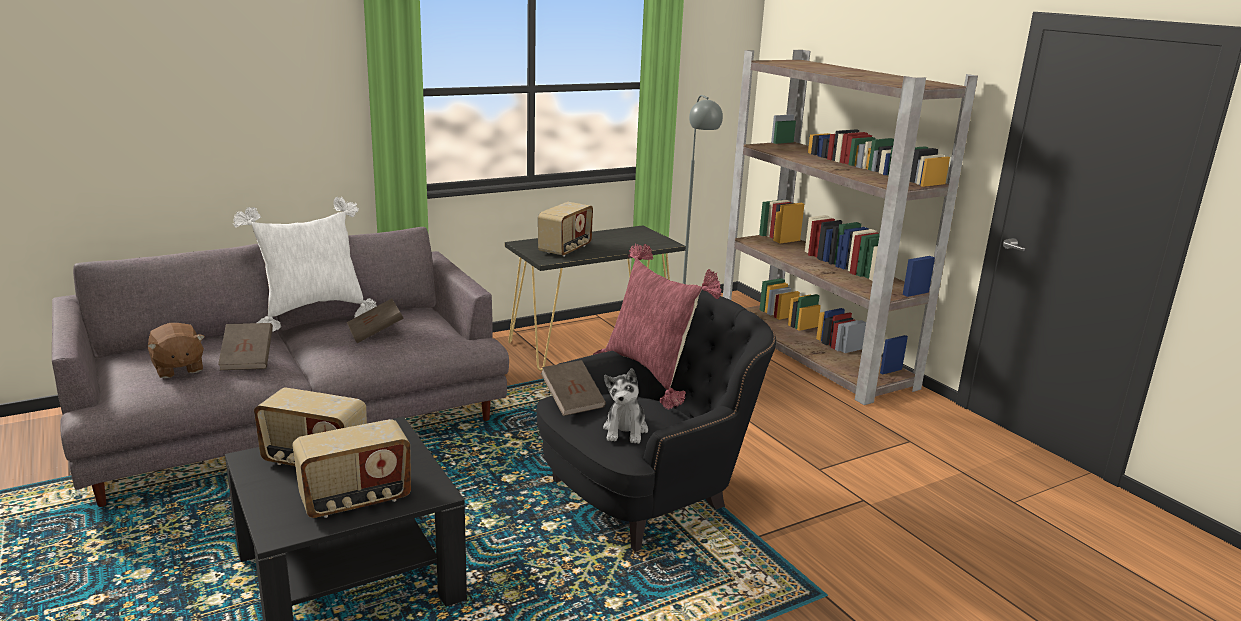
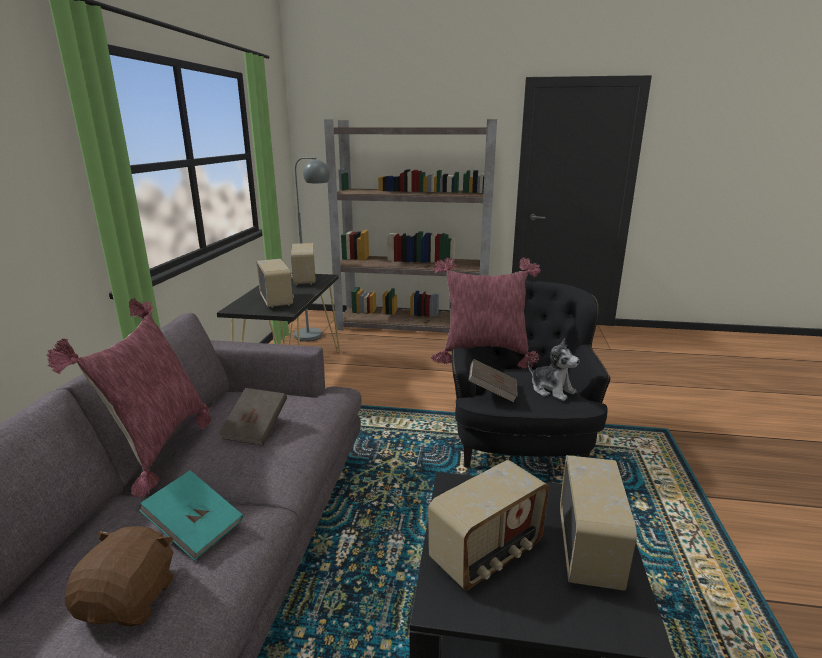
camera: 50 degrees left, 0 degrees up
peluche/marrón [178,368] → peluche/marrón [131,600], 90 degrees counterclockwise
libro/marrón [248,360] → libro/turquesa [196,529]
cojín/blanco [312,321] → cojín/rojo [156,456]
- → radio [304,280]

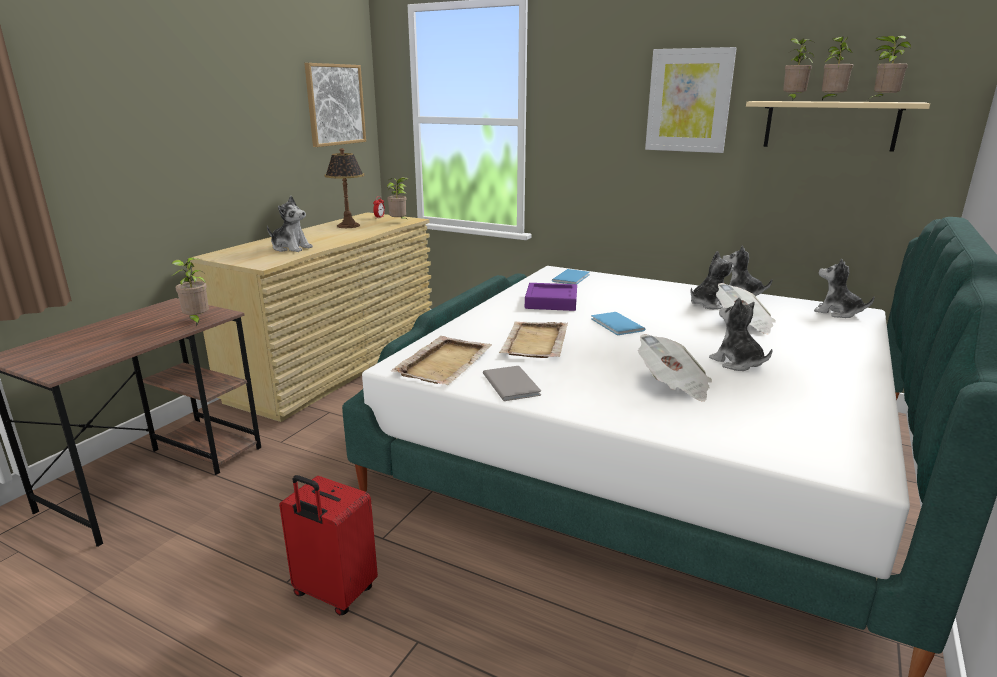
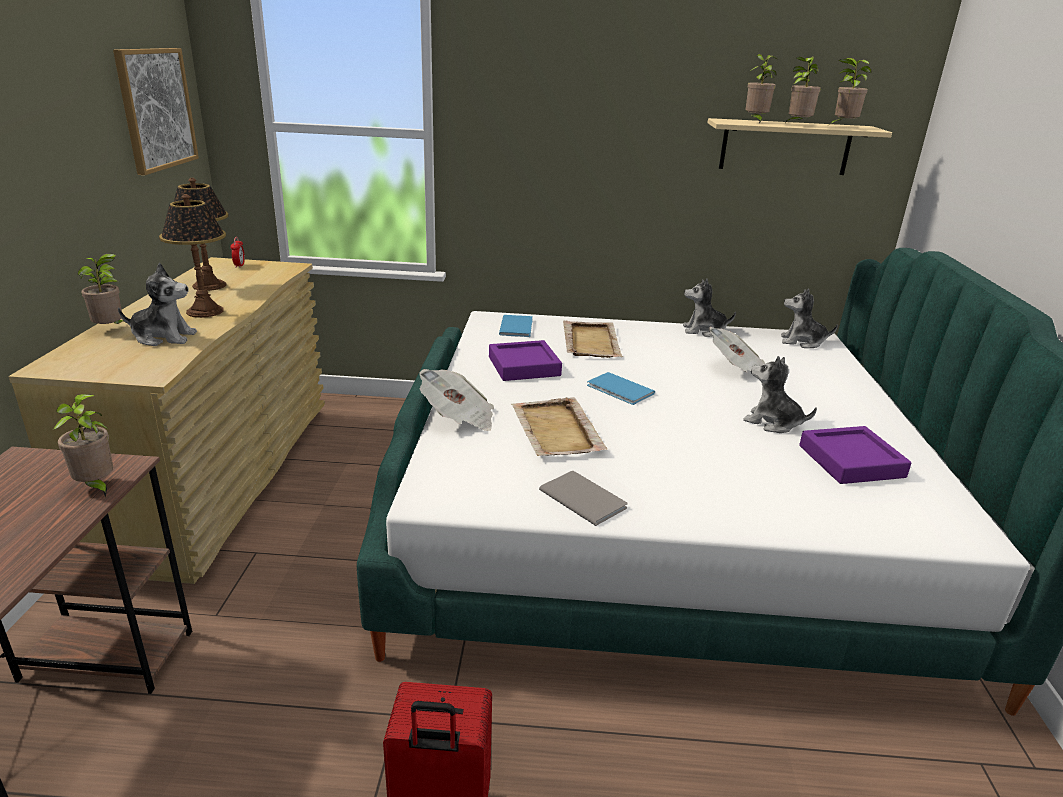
camera: 25 degrees left, 5 degrees up
planta en maceta [399,222] → planta en maceta [111,329], moved
bandeja/beis [444,362] → bandeja/beis [591,341], moved
periódico [673,386] → periódico [459,418], moved
cuadro [689,101] → -
peluche [708,304] → -
- → lámpara de mesa [205,311]
- → bandeja/morado [851,461]

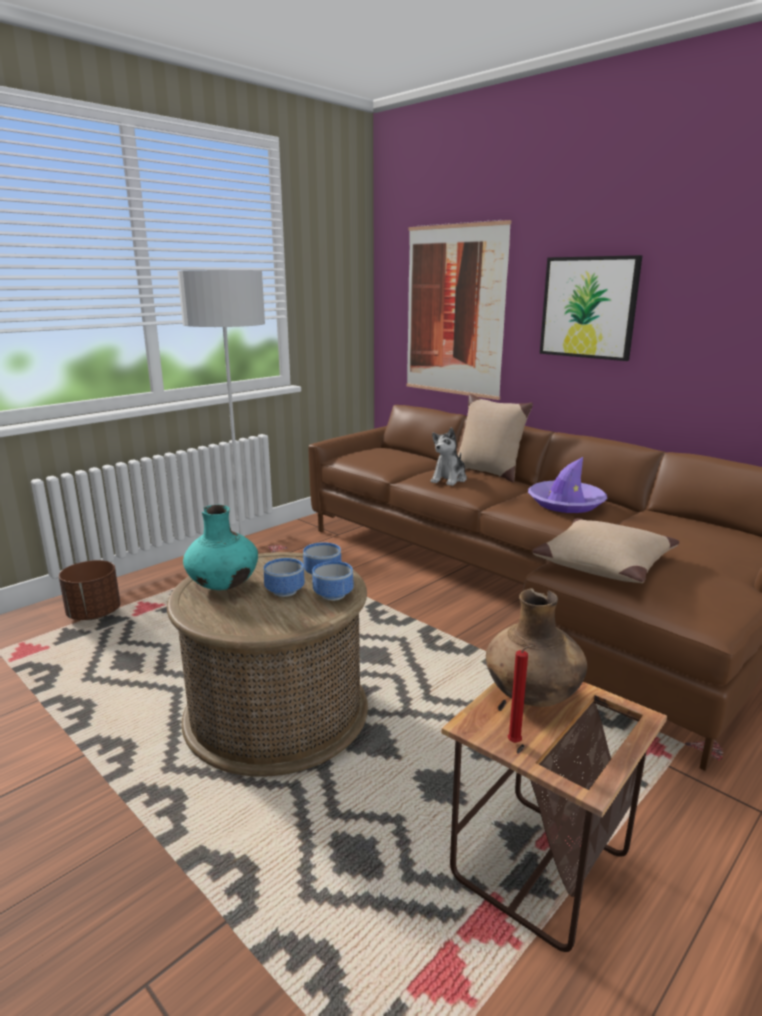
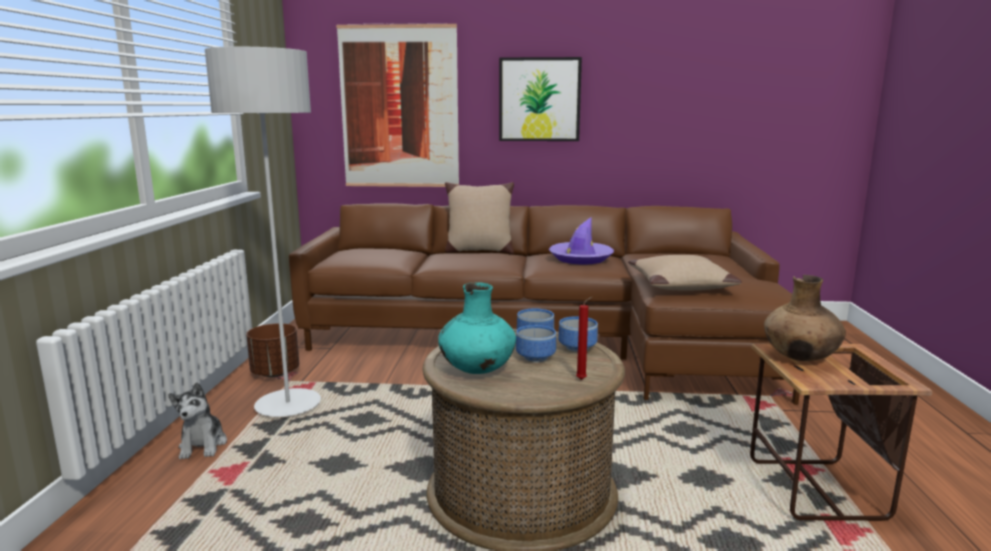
camera: 40 degrees left, 5 degrees down
maceta/marrón [94,614] → maceta/marrón [275,373], moved
peluche [449,479] → peluche [203,445], moved
vela/rojo [516,743] → vela/rojo [582,379], moved

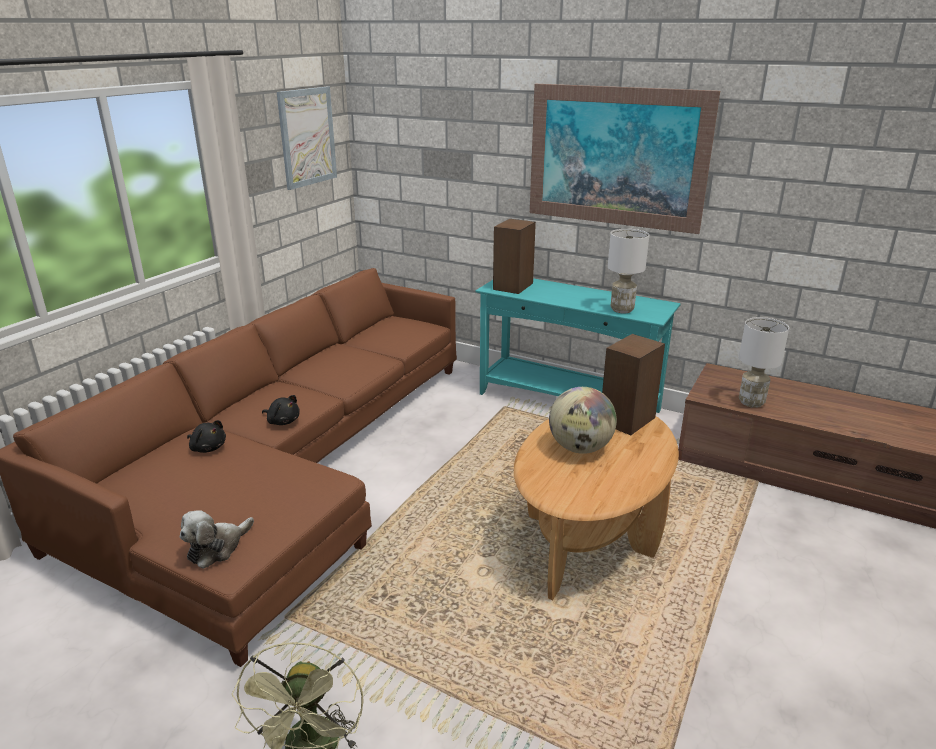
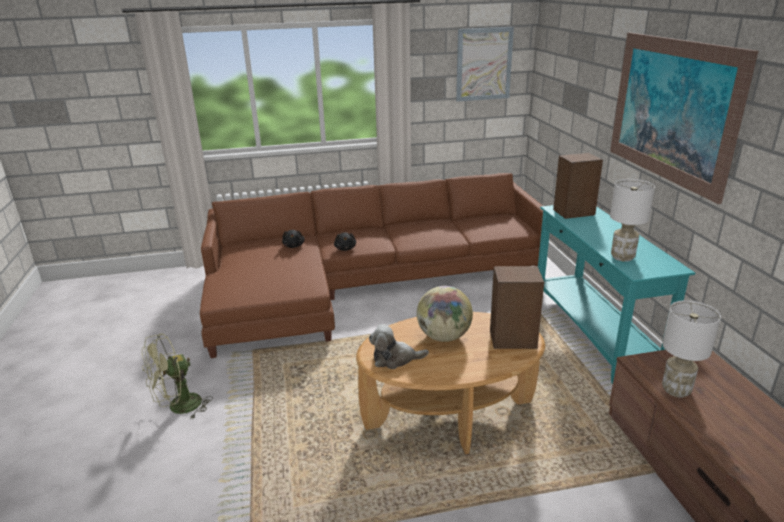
camera: 50 degrees right, 0 degrees up
peluche [217,548] → peluche [395,359], moved

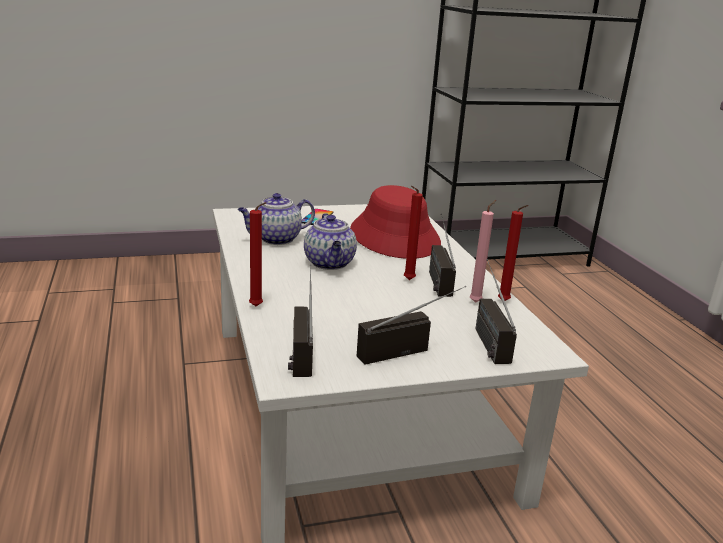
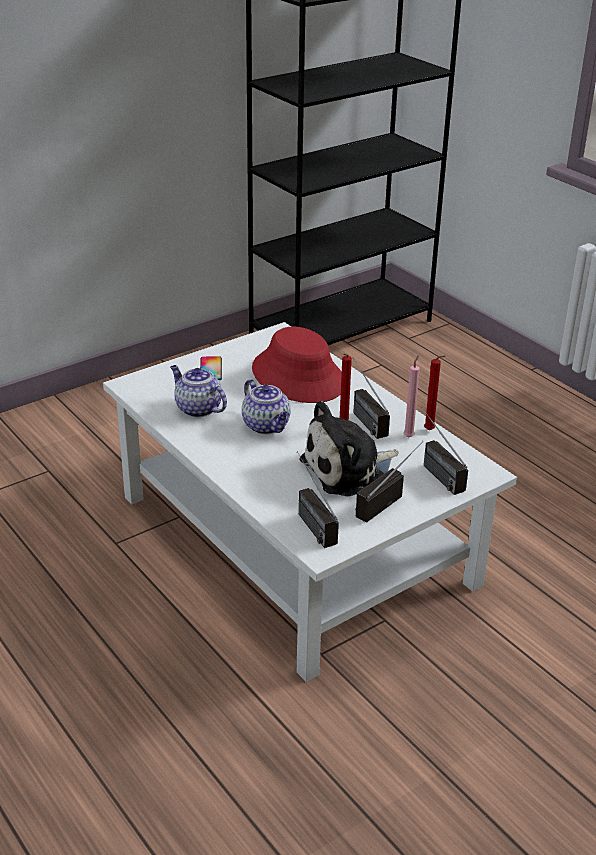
camera: 20 degrees left, 10 degrees up
tetera [276,239] → tetera [197,408], 90 degrees clockwise
vela/rojo [257,307] → -
- → peluche [349,470]

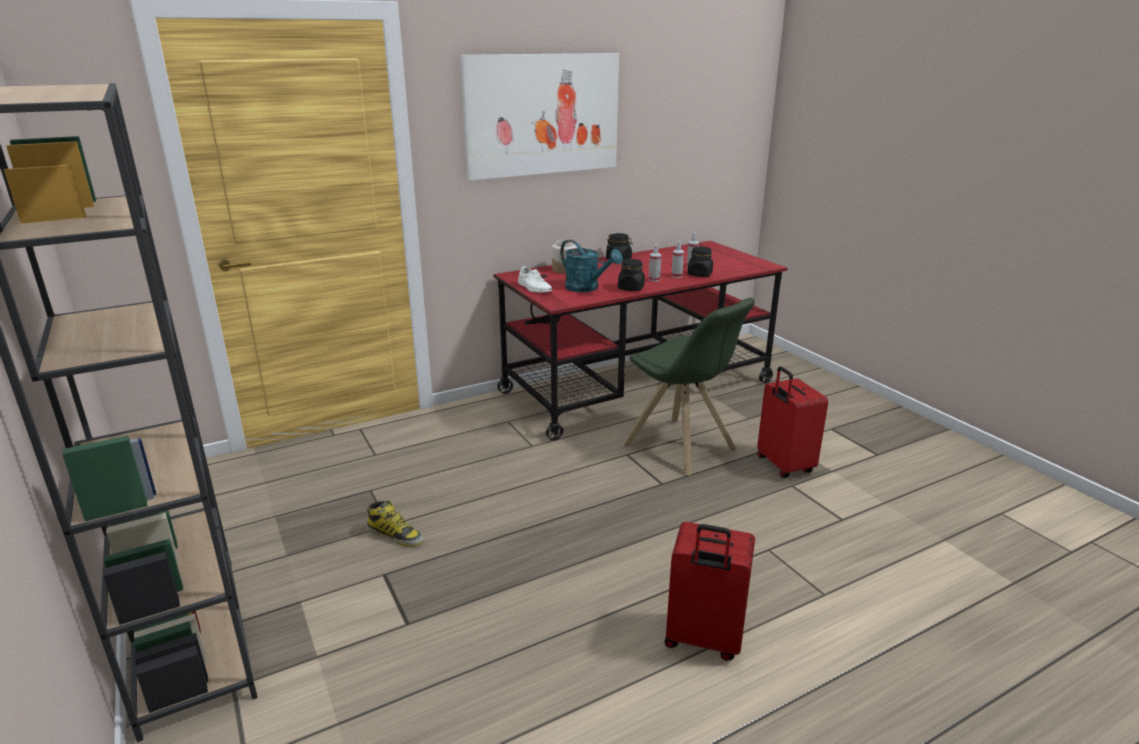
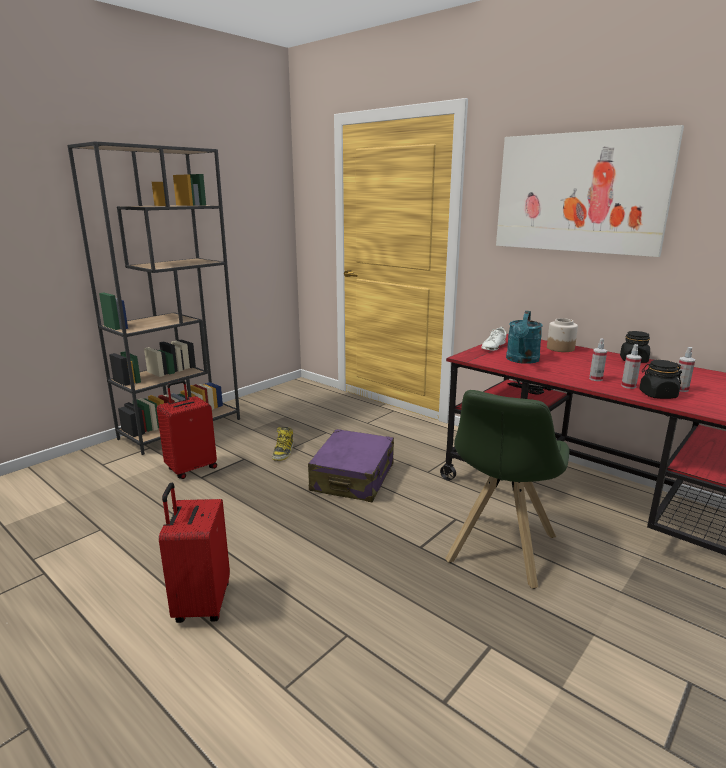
camera: 70 degrees right, 5 degrees down
tarro/negro [631,288] → -
maleta/rojo [783,465] → maleta/rojo [191,468], moved
- → maleta/morado [353,478]

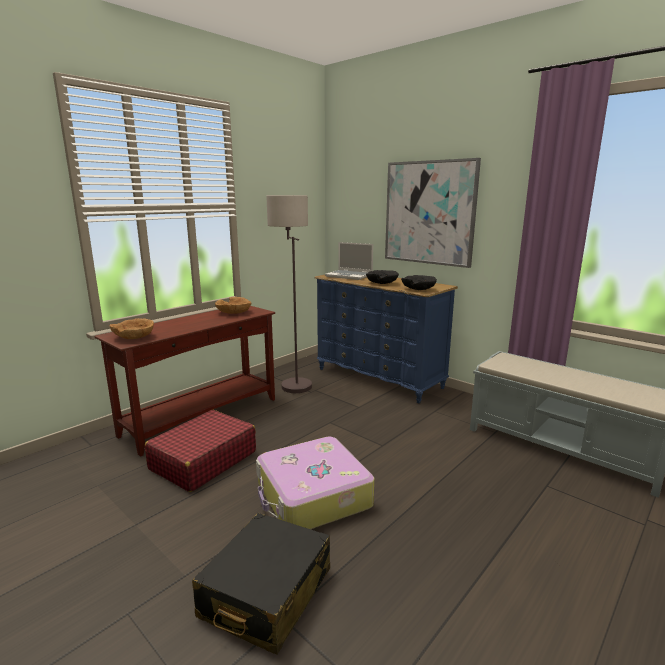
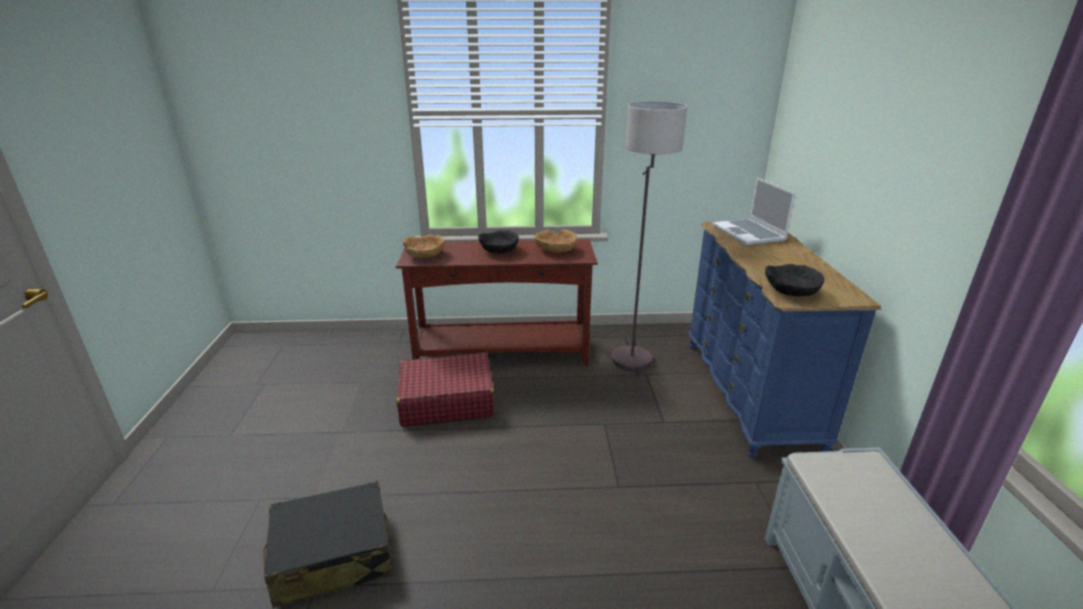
camera: 45 degrees right, 10 degrees up
maleta [312,496] → -
cuenco/negro [381,283] → cuenco/negro [499,250], moved
cuadro [429,213] → -

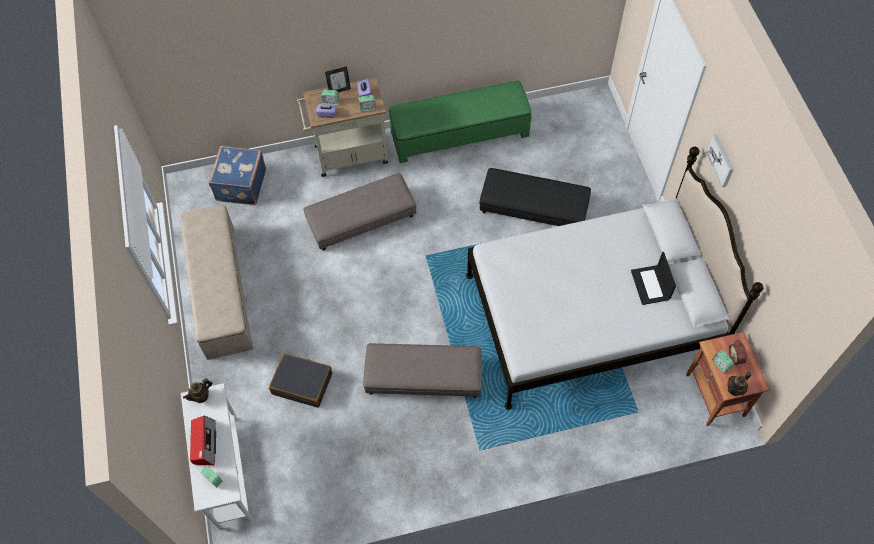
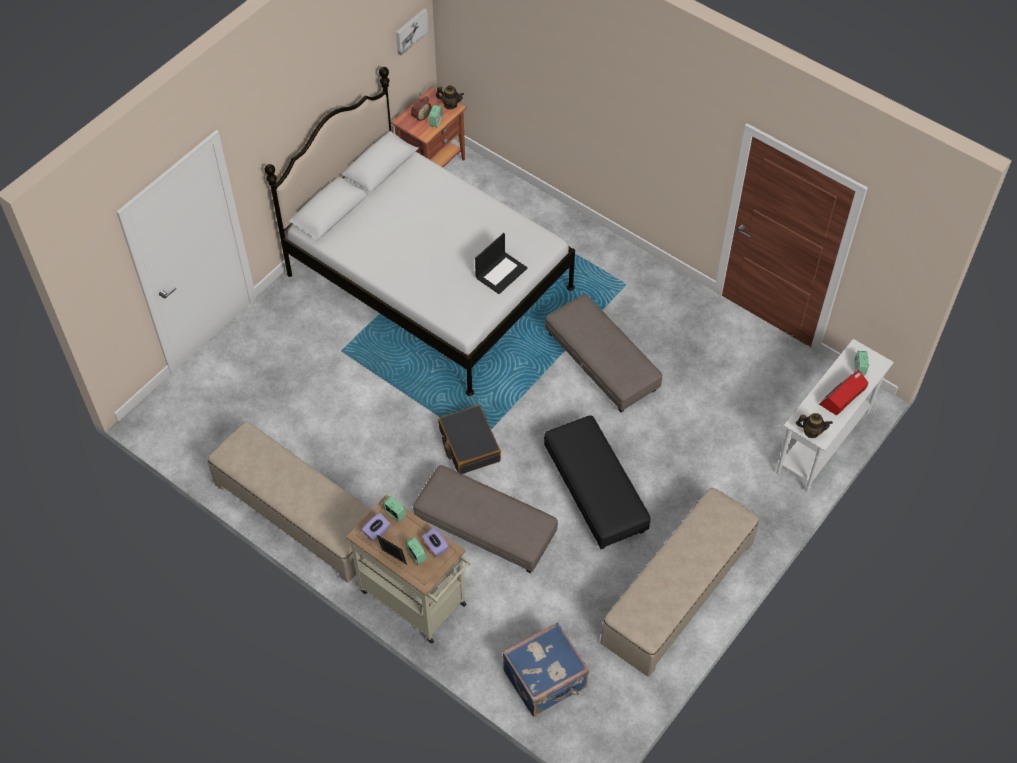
camera: 130 degrees left, 5 degrees down
maleta/negro [302,383] → maleta/negro [469,445], moved
banco/verde [460,133] → banco/beis [298,513]
puf/negro [533,207] → puf/negro [595,490], moved
portátil [651,285] → portátil [501,272], moved
cuadro [721,160] → cuadro [410,31], moved

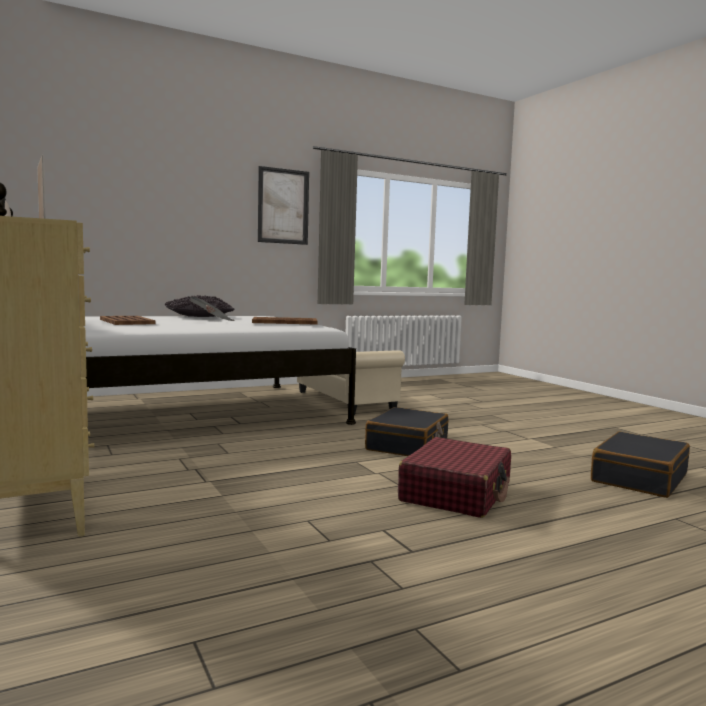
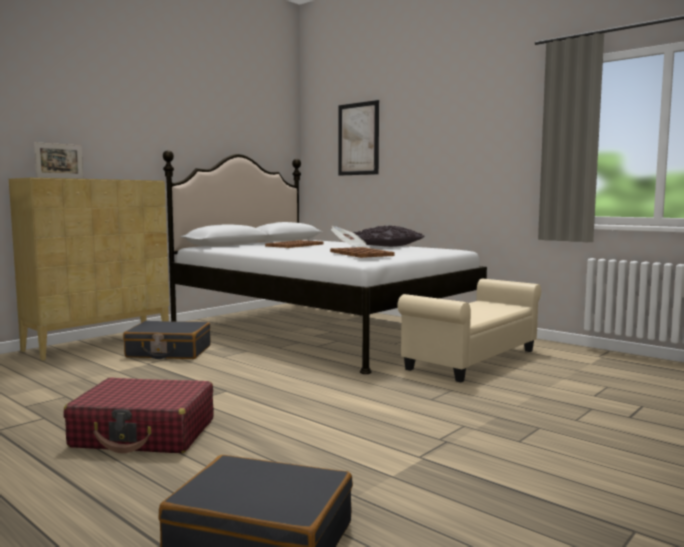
camera: 70 degrees right, 0 degrees up
cuadro [283,206] → cuadro [358,139], moved
maleta/negro [408,445] → maleta/negro [168,352], moved

